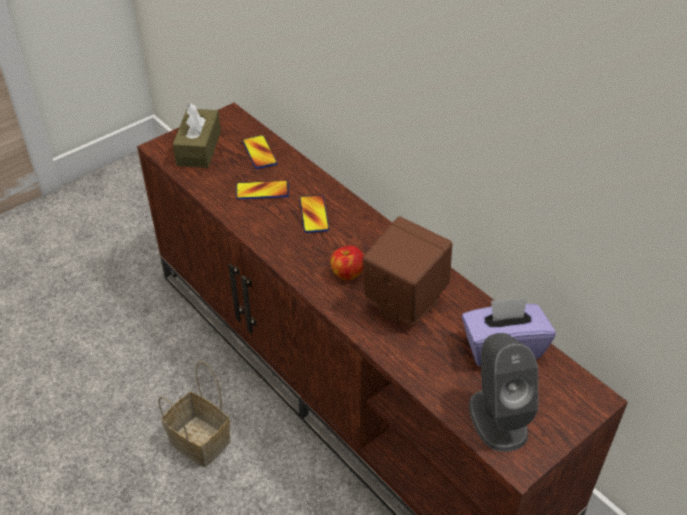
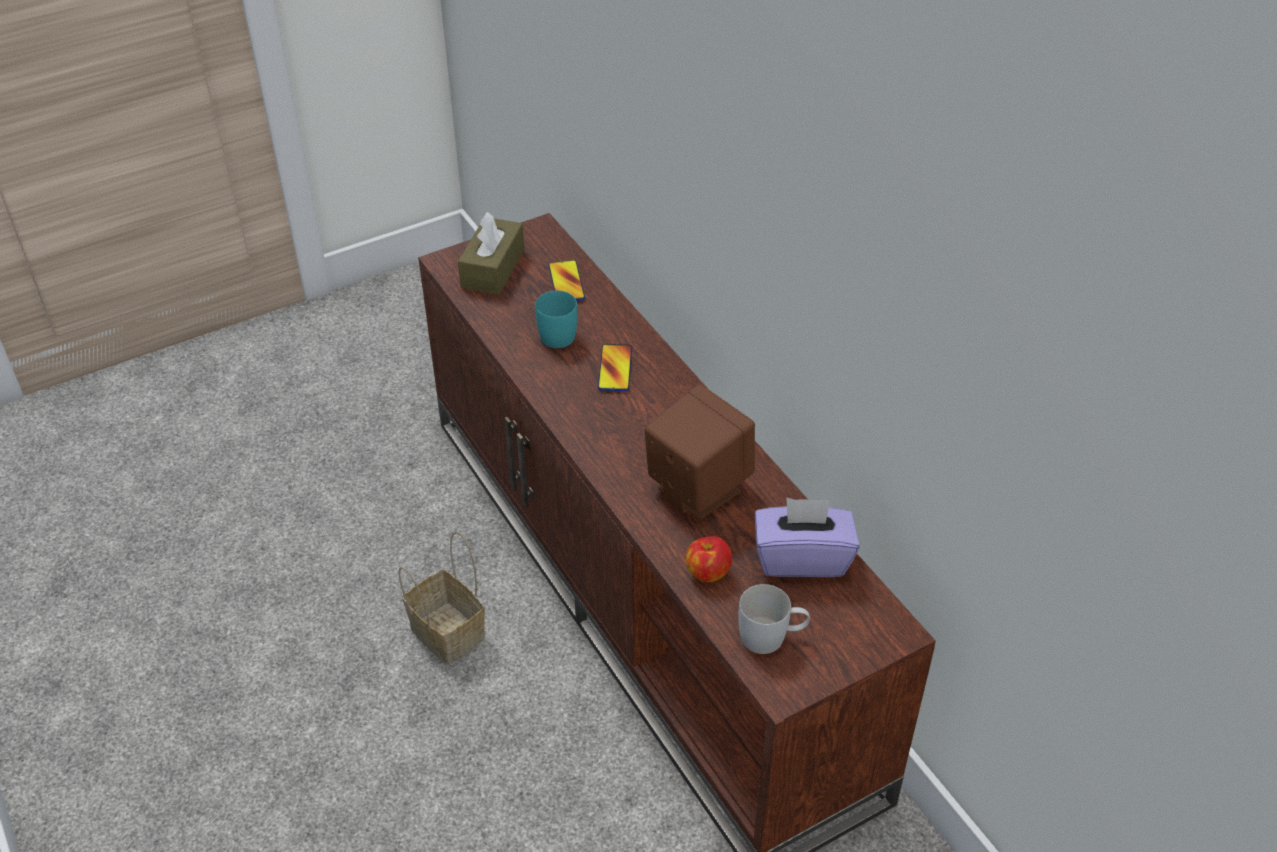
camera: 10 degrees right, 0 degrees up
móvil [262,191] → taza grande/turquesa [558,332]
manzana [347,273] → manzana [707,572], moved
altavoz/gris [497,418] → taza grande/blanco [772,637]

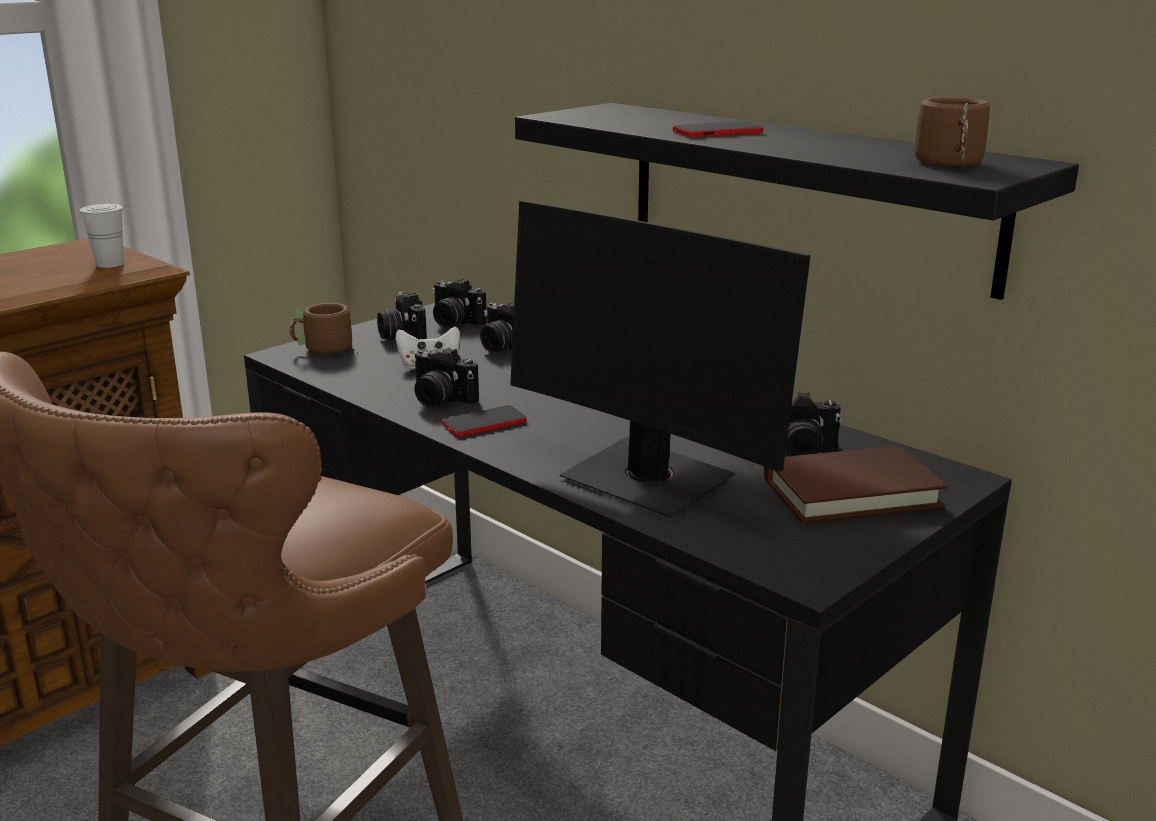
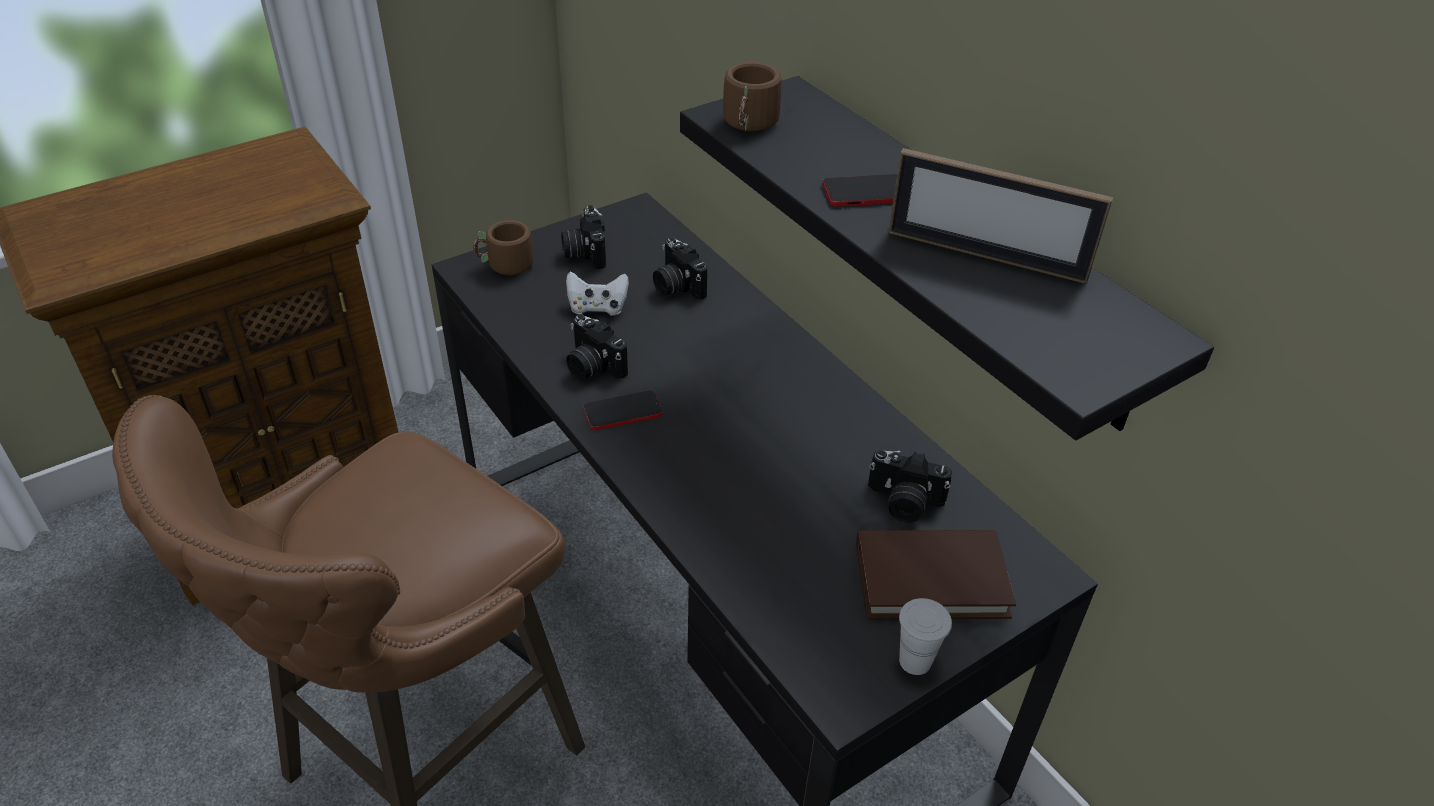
camera: 10 degrees right, 20 degrees up
taza/blanco [110,264] → taza/blanco [915,661], moved
cámara [454,322] → -
monitor [647,480] → -
taza grande/marrón [954,163] → taza grande/marrón [752,124], moved
- → portarretratos [985,255]

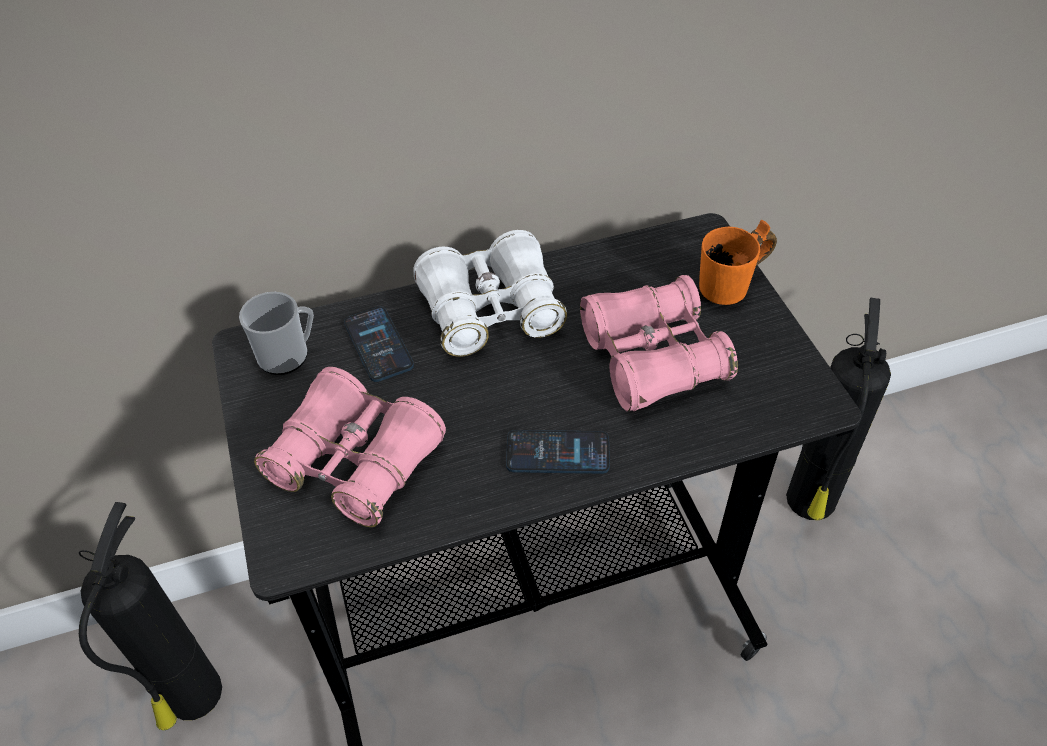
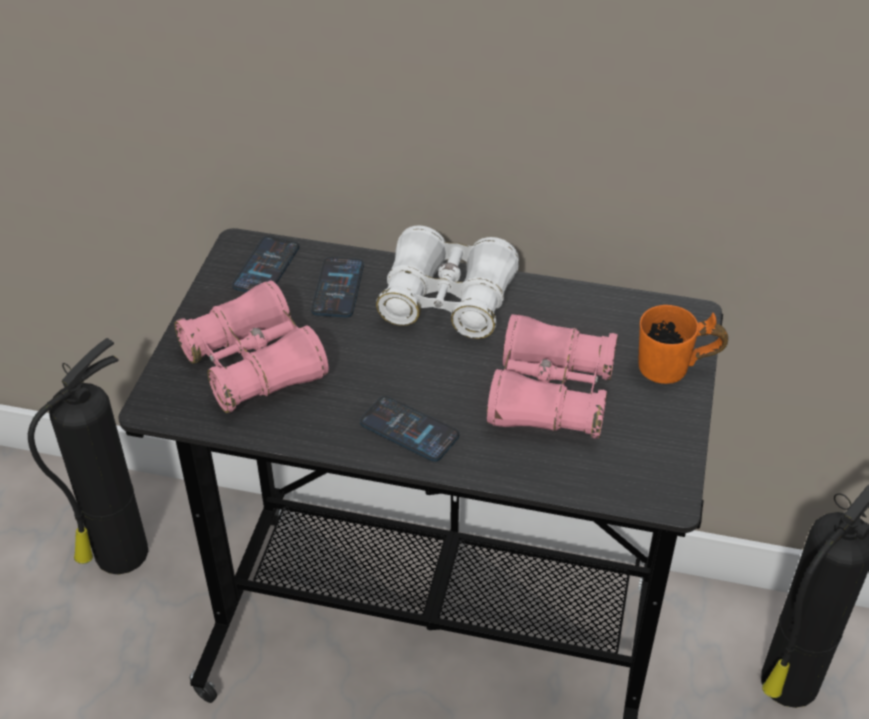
camera: 30 degrees right, 5 degrees down
taza grande [289,355] → móvil [266,267]

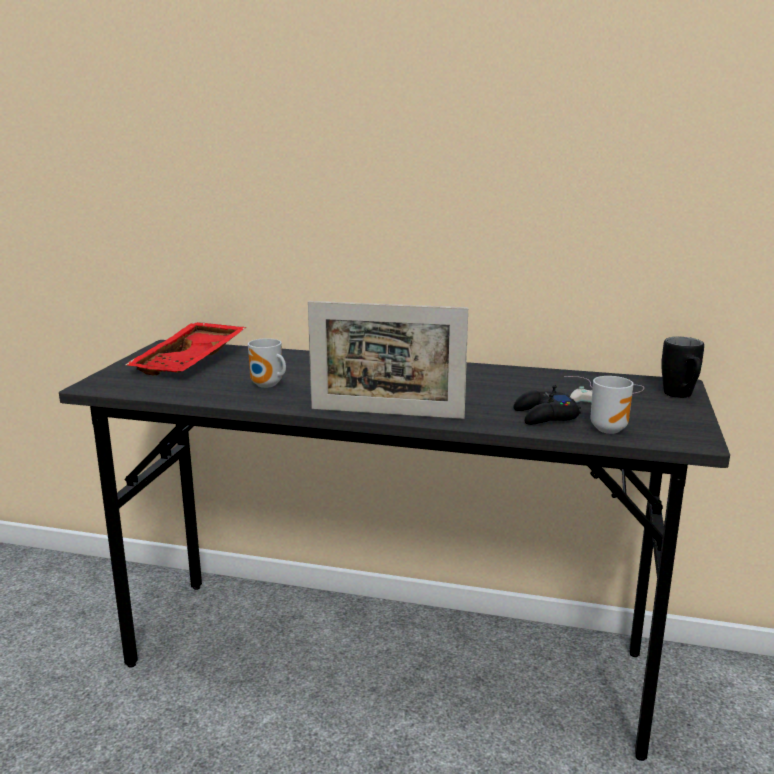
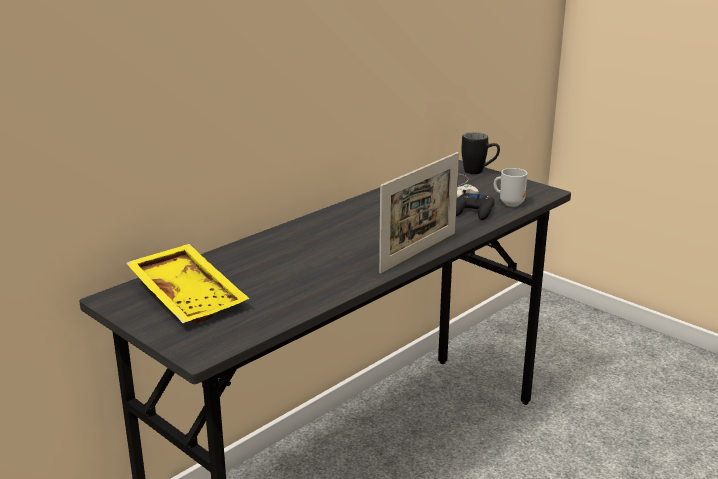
camera: 60 degrees left, 5 degrees up
bandeja/rojo [191,362] → bandeja/amarillo [190,296]
taza grande [267,386] → -

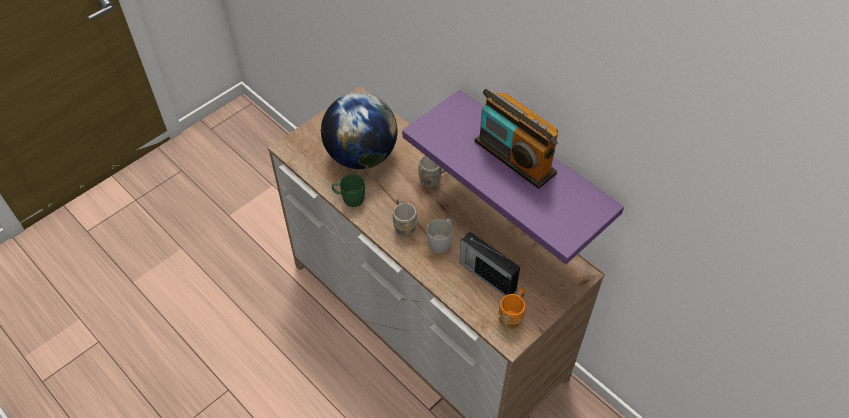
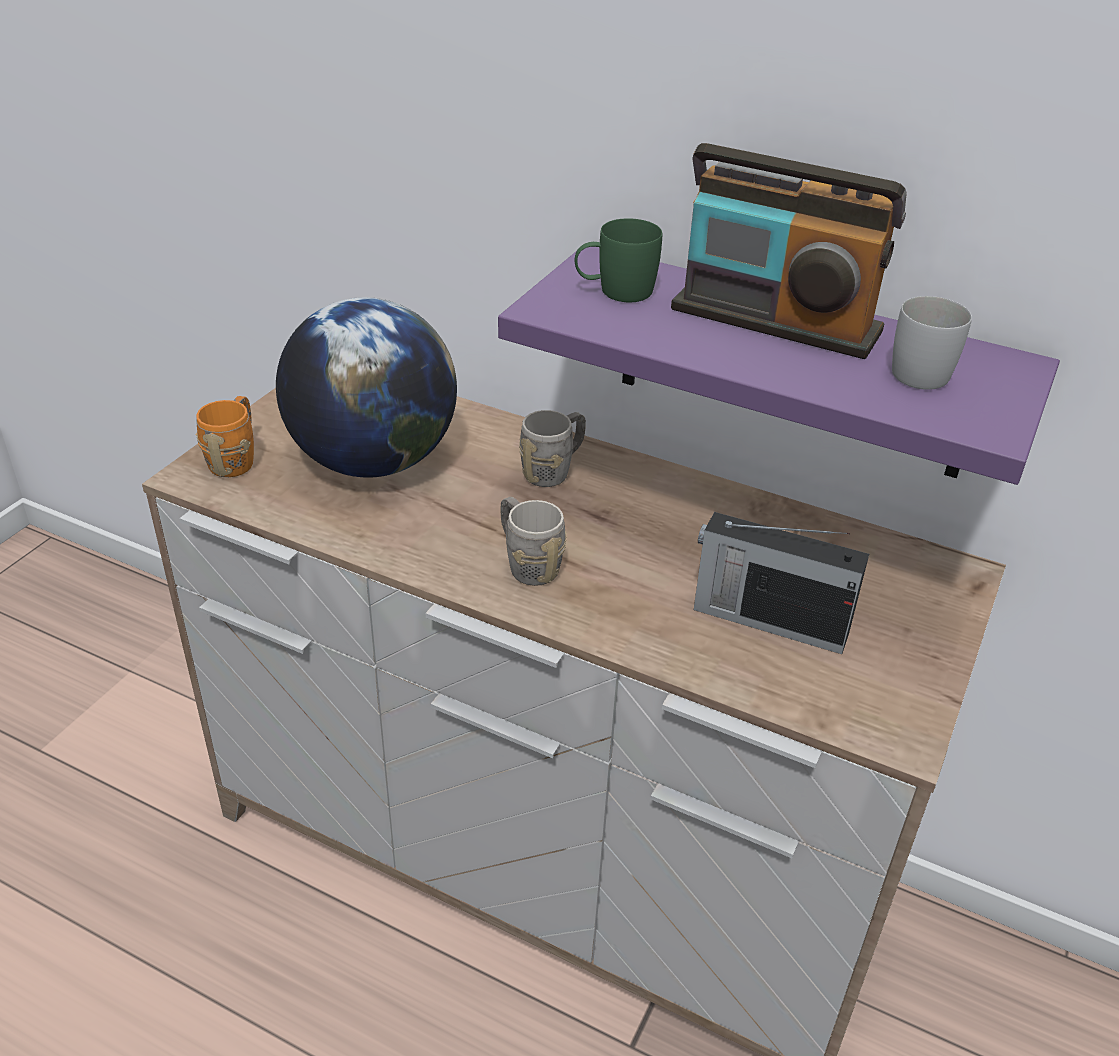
camera: 20 degrees left, 15 degrees down
taza grande/verde [349,198] → taza grande/verde [615,291], moved
taza grande/blanco [441,241] → taza grande/blanco [919,369], moved
taza grande/naranja [512,315] → taza grande/naranja [235,459], moved

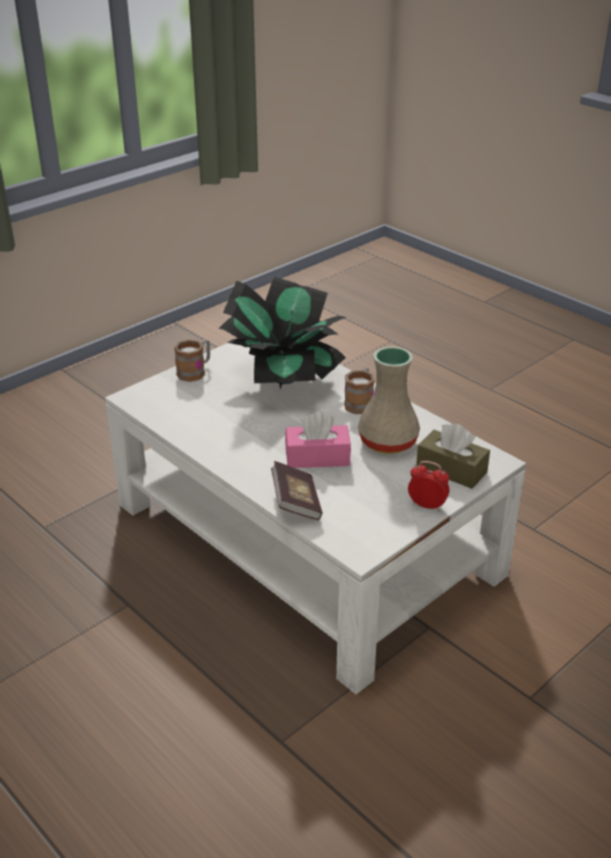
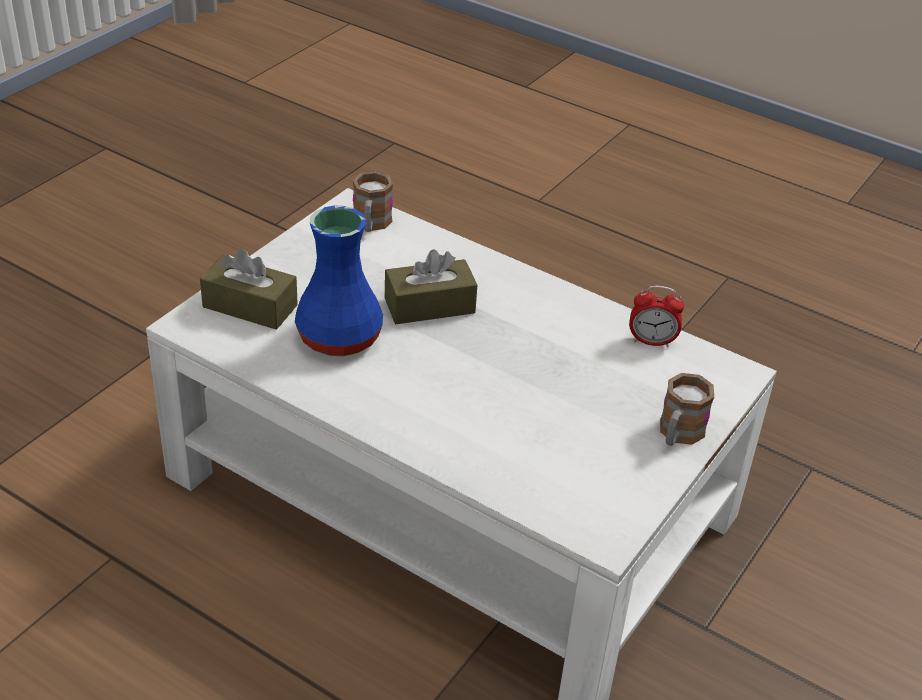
camera: 165 degrees right, 5 degrees up
planta en maceta [284,376] → -
libro [296,503] → -
caja de pañuelos/rosa [317,457] → caja de pañuelos/marrón [429,306]
taza grande [360,402] → taza grande [371,224], moved
florero/beis [388,442] → florero/azul [337,337]
despertador [427,505] → despertador [651,341], moved

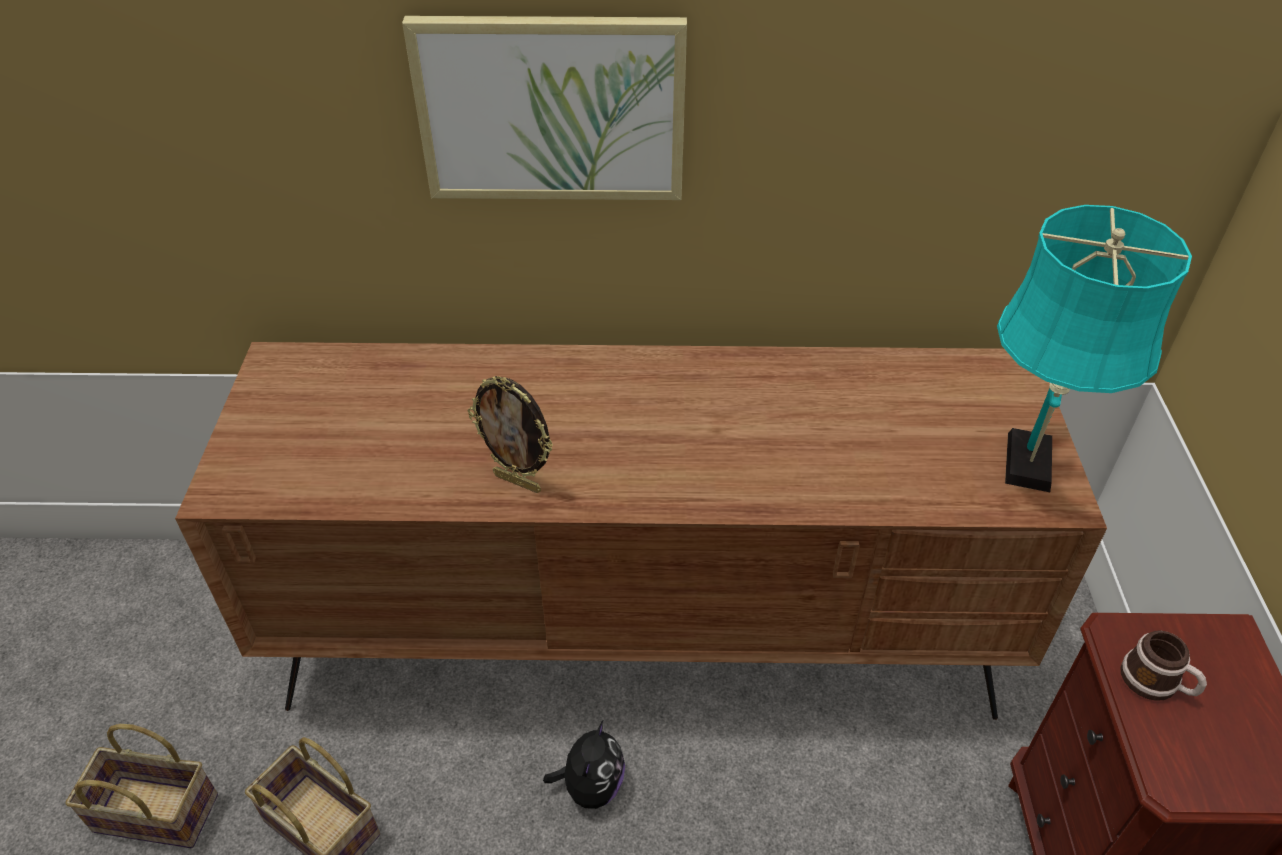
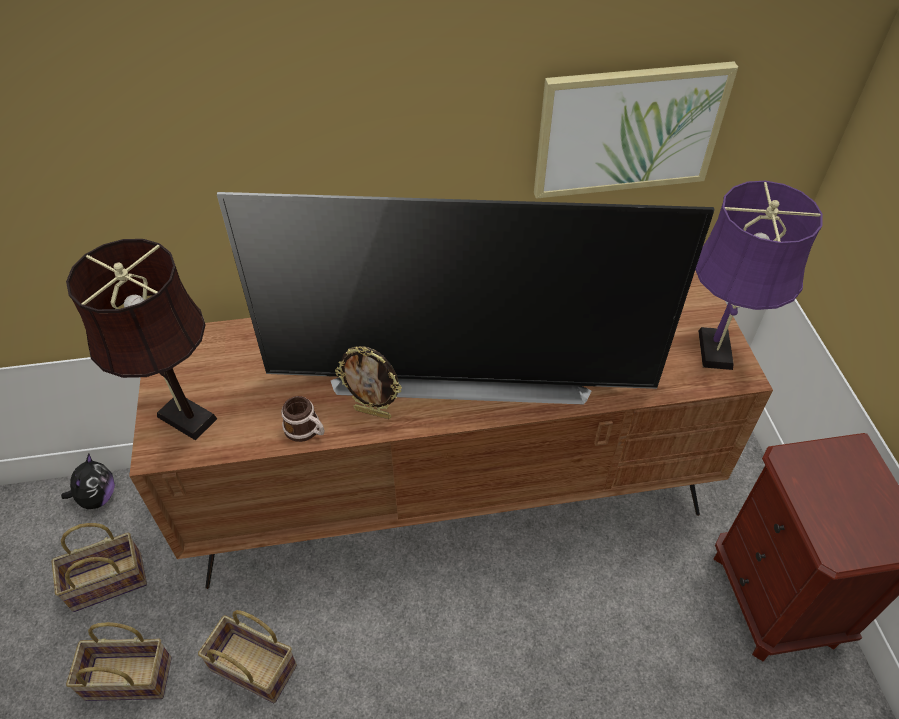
camera: 10 degrees left, 5 degrees up
cuadro [551,109] → cuadro [628,130], moved
peluche [591,786] → peluche [97,497], moved
lámpara de mesa/turquesa [1027,468] → lámpara de mesa/morado [715,354]
taza grande [1156,683] → taza grande [306,430], moved
- → cesta [106,584]
- → lámpara de mesa/marrón [183,415]
- → televisor [460,373]

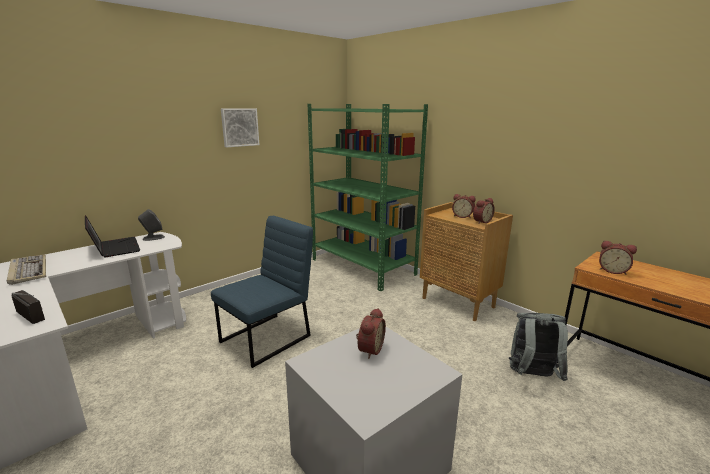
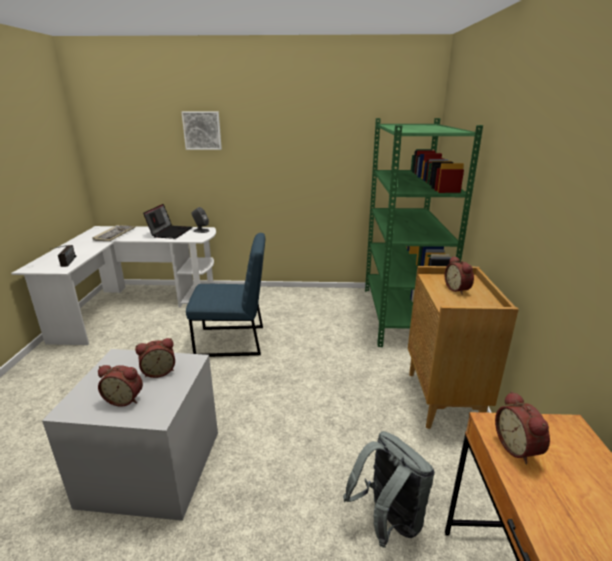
camera: 45 degrees right, 5 degrees up
cuadro [239,127] → cuadro [202,130], moved
despertador [481,221] → despertador [125,399], moved

